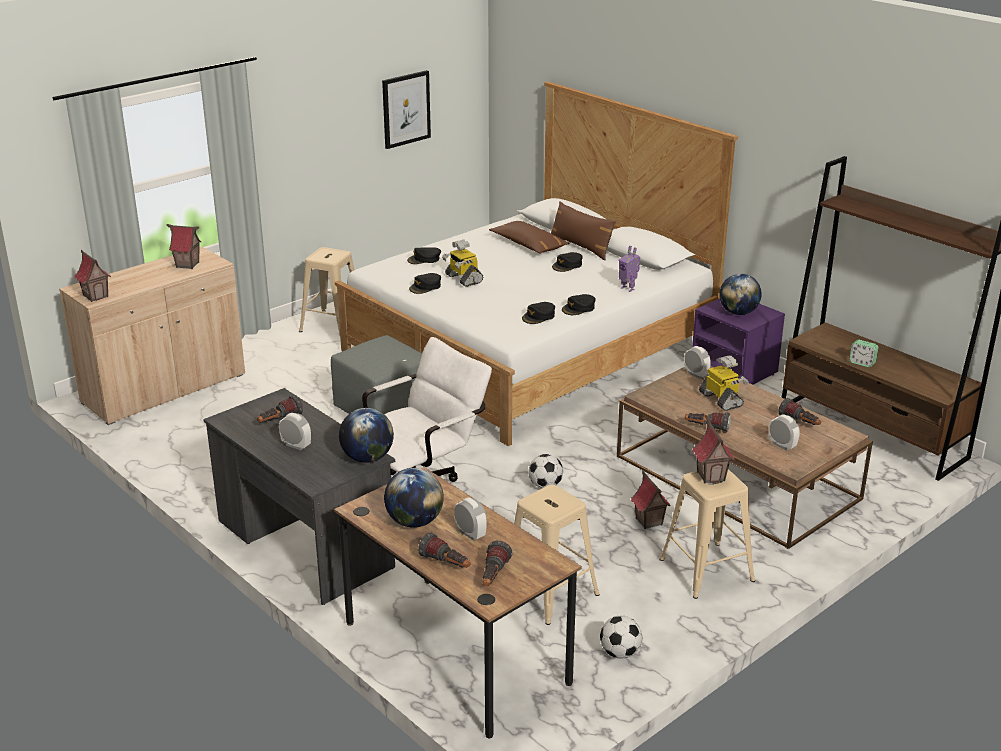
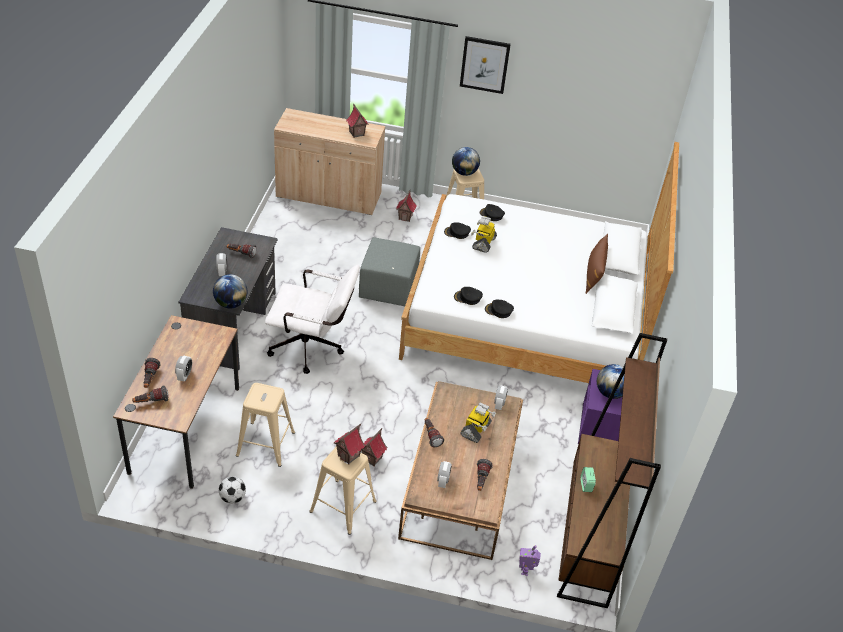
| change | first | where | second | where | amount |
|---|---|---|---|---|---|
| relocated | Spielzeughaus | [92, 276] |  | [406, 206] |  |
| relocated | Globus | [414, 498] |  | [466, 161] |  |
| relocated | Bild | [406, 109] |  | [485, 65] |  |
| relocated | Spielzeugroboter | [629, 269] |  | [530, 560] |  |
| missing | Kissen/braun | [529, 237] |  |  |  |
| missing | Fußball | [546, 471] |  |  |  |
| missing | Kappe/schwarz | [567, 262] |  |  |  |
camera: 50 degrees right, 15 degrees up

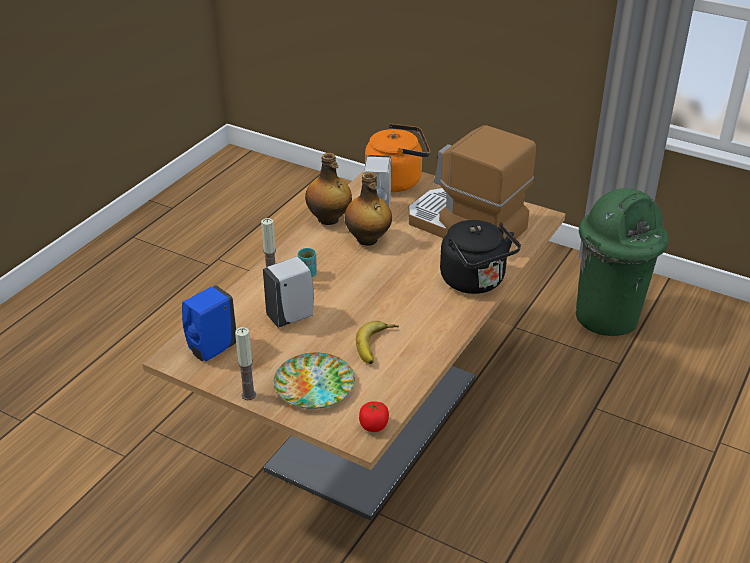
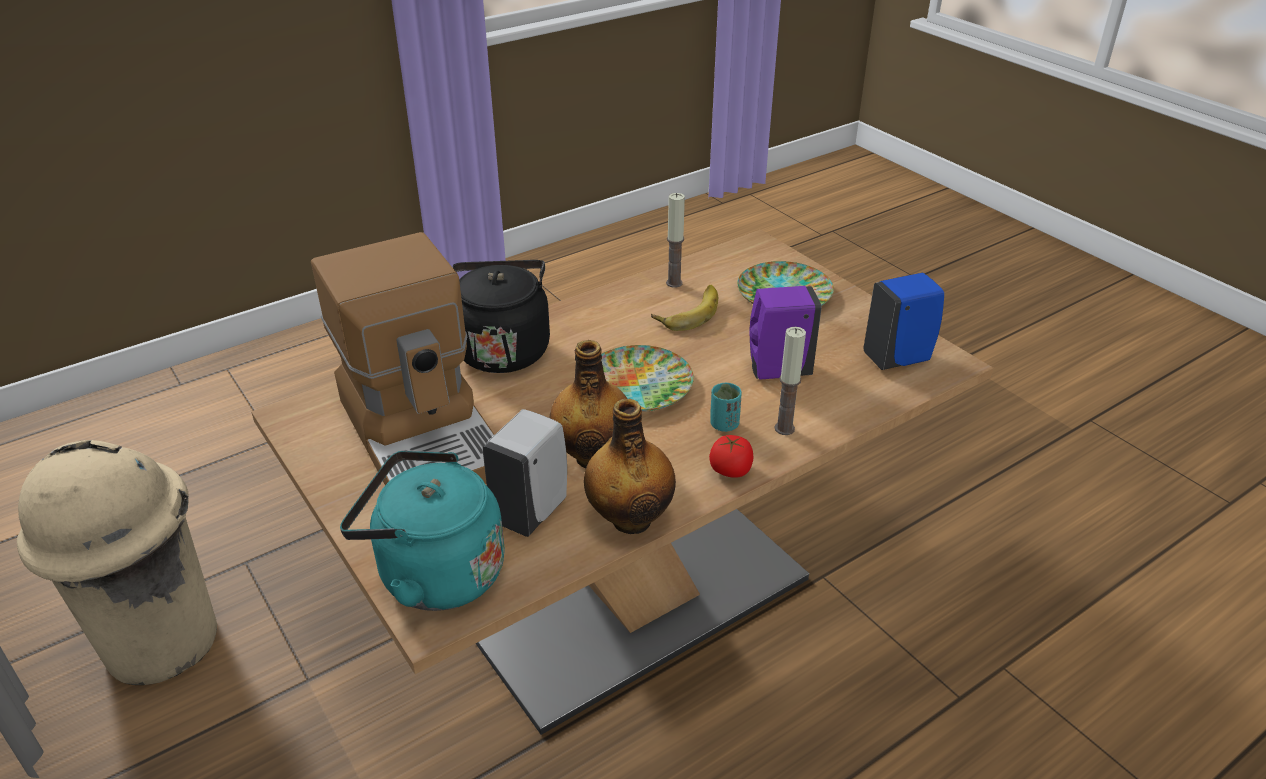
| change | first | where | second | where | amount |
|---|---|---|---|---|---|
| colour | Mülleimer/grün | [622, 262] | Mülleimer/beige | [117, 562] |  |
| colour | Wasserkessel/orange | [397, 158] | Wasserkessel/türkis | [422, 531] |  |
| appeared |  |  | Teller | [647, 378] |  |
| relocated | Kerze | [245, 363] |  | [675, 240] |  |
| relocated | Tomate | [374, 416] |  | [731, 456] |  |
| colour | Seifenspender/weiß | [288, 292] | Seifenspender/lila | [785, 333] |  |
camera: 155 degrees left, 0 degrees up

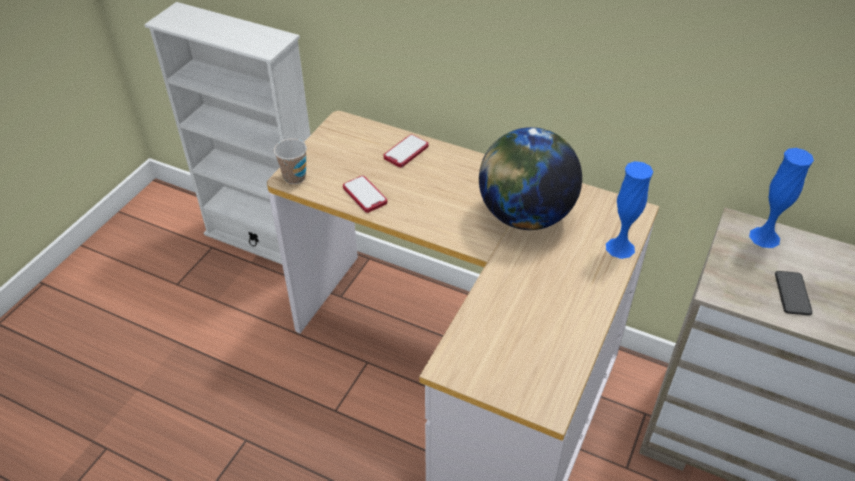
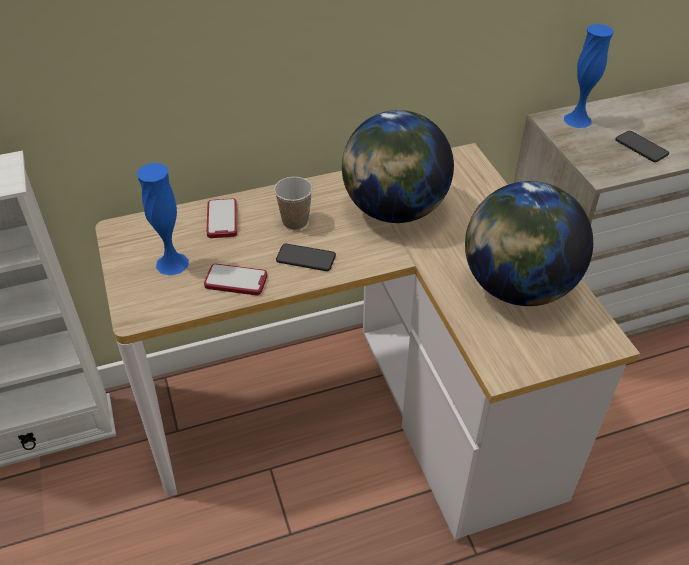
| change | first | where | second | where | amount |
|---|---|---|---|---|---|
| relocated | Vase/blau | [629, 210] |  | [163, 219] |  |
| relocated | Tasse | [290, 161] |  | [293, 203] |  |
| appeared |  |  | Handy | [306, 257] |  |
| appeared |  |  | Globus | [529, 243] |  |
camera: 45 degrees left, 0 degrees up

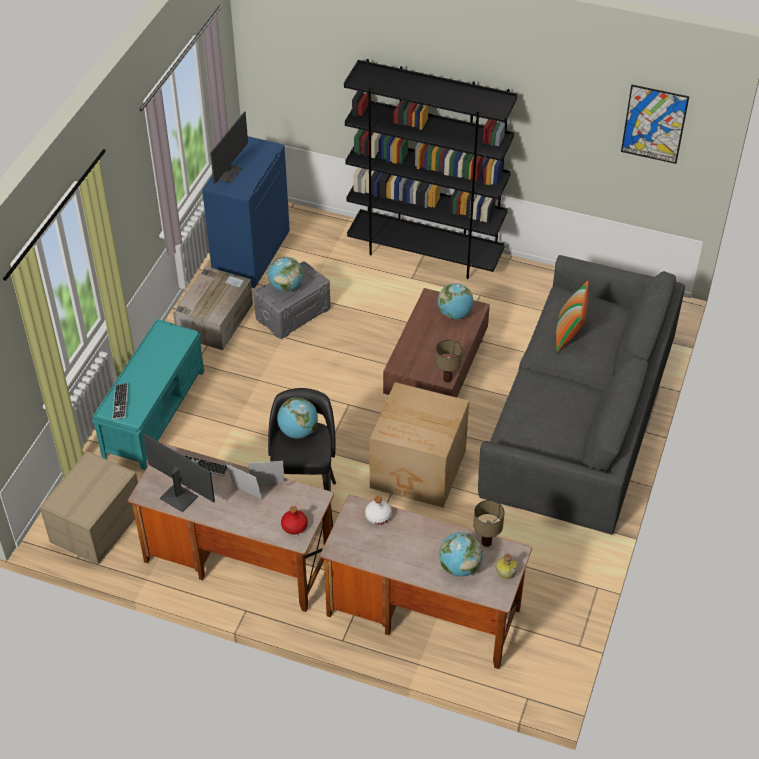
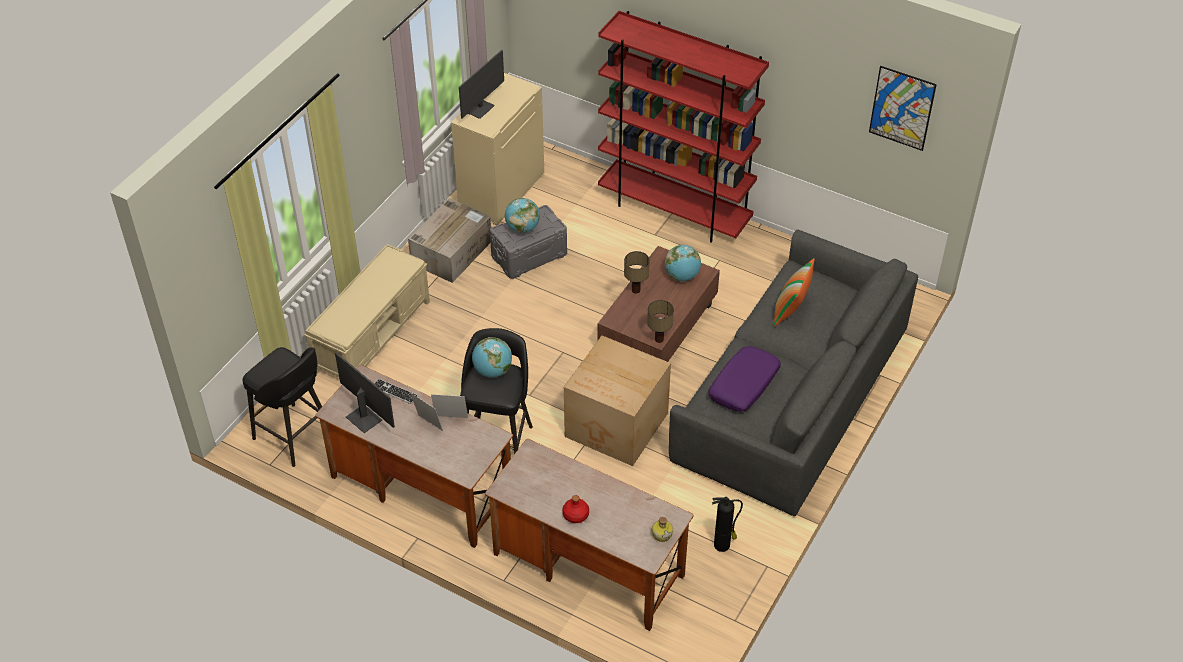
| change | first | where | second | where | amount |
|---|---|---|---|---|---|
| exchanged | Karton | [89, 508] | Hocker/schwarz | [282, 407] |  |
| colour | Bank/türkis | [148, 394] | Bank/beige | [367, 310] |  |
| colour | Schrank/blau | [246, 212] | Schrank/beige | [497, 149] |  |
| relocated | Flasche/rot | [294, 520] |  | [575, 509] |  |
| colour | Bücherregal/schwarz | [431, 169] | Bücherregal/rot | [683, 127] |  |
| relocated | Tischlampe | [489, 523] |  | [637, 272] |  |
| appeared |  |  | Kissen/lila | [744, 379] |  |
| appeared |  |  | Feuerlöscher | [727, 524] |  |
| missing | Tastatur | [120, 401] |  |  |  |
| missing | Flasche/weiß | [378, 510] |  |  |  |
| missing | Globus | [461, 554] |  |  |  |
camera: 10 degrees right, 0 degrees up

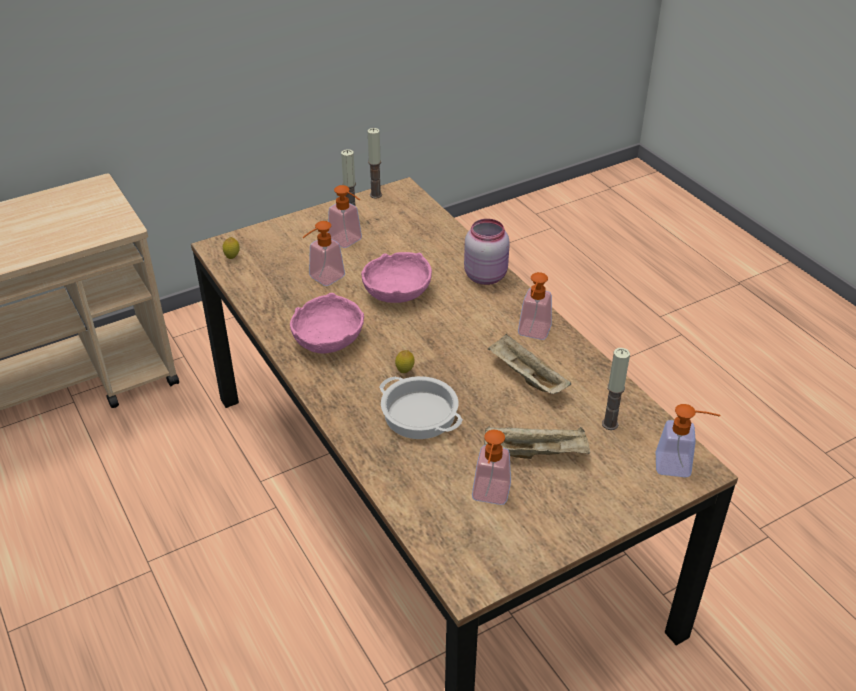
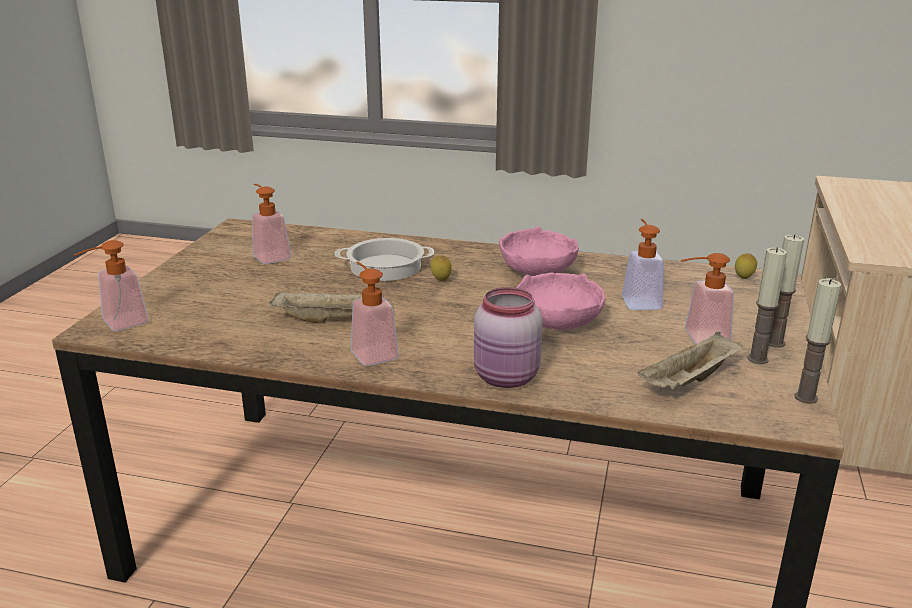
| change | first | where | second | where | amount |
|---|---|---|---|---|---|
| relocated | Tablett/beige | [537, 442] |  | [690, 361] |  |
| relocated | Kerze | [616, 389] |  | [786, 291] |  |
camera: 135 degrees right, 15 degrees down

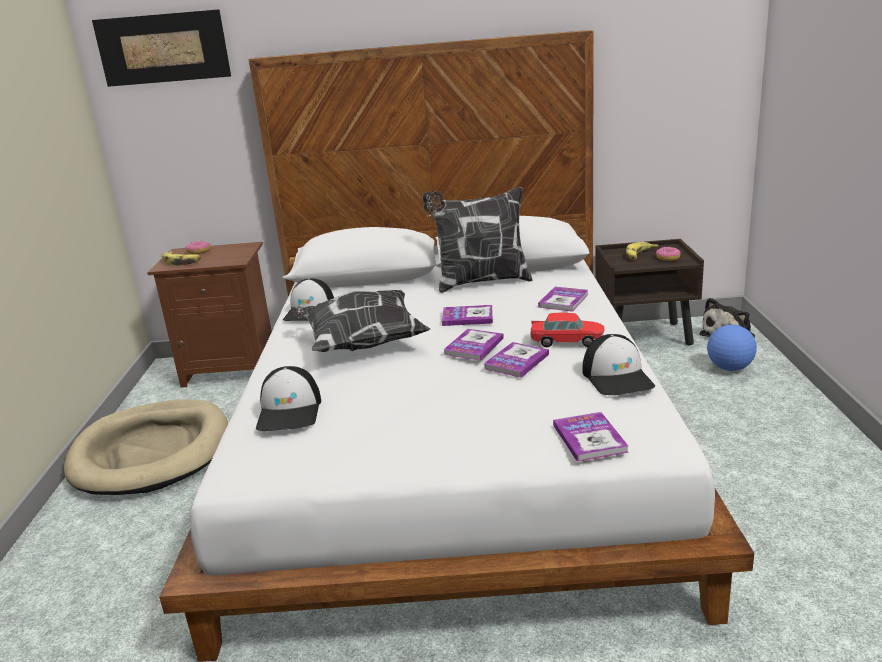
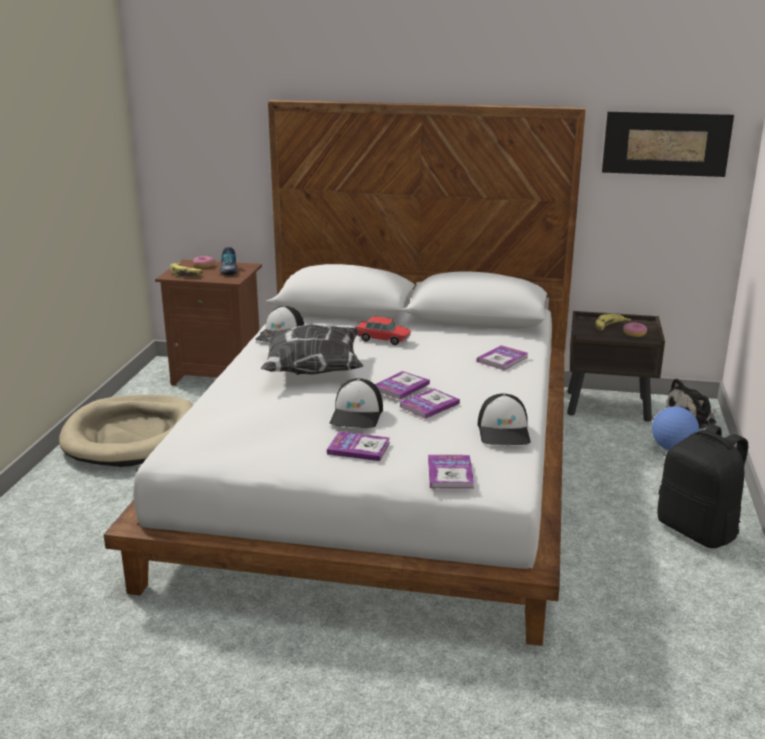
| change | first | where | second | where | amount |
|---|---|---|---|---|---|
| appeared |  |  | Schuh | [229, 261] |  |
| relocated | Buch | [467, 315] |  | [358, 446] |  |
| relocated | Kappe | [288, 398] |  | [356, 403] |  |
| relocated | Spielzeugauto | [567, 330] |  | [383, 331] |  |
| relocated | Bild | [161, 48] |  | [668, 144] |  |
| appeared |  |  | Rucksack/schwarz | [702, 486] |  |
| missing | Kissen | [477, 240] |  |  |  |
camera: 10 degrees right, 0 degrees up

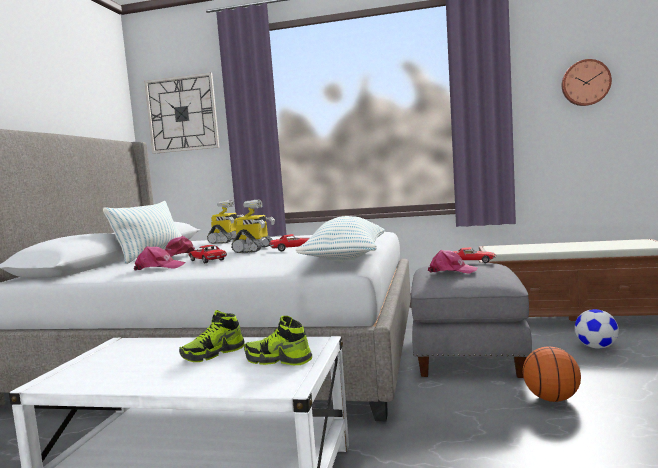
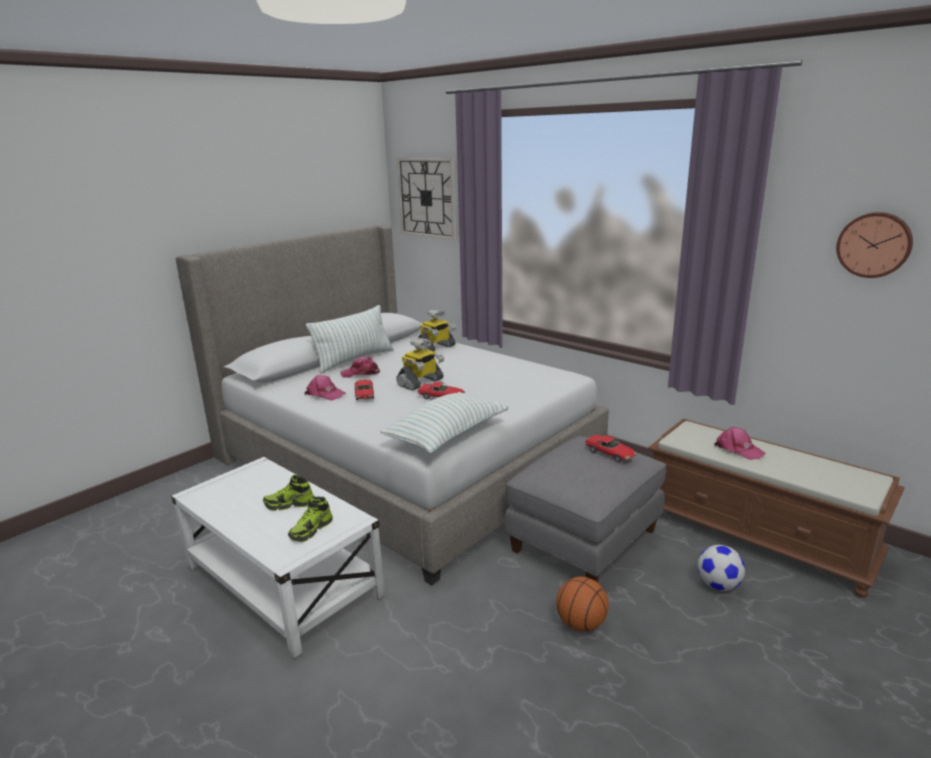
| change | first | where | second | where | amount |
|---|---|---|---|---|---|
| spun | Schuh | [278, 340] |  | [310, 519] | 105 degrees counterclockwise |
| relocated | Kappe/rosa | [453, 262] |  | [740, 443] |  |
camera: 30 degrees right, 15 degrees up

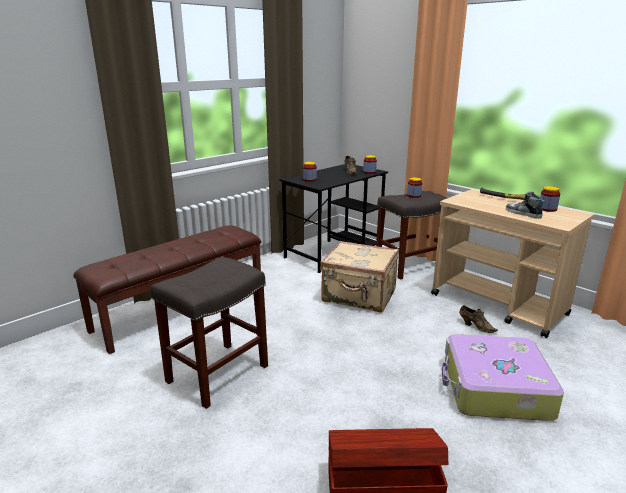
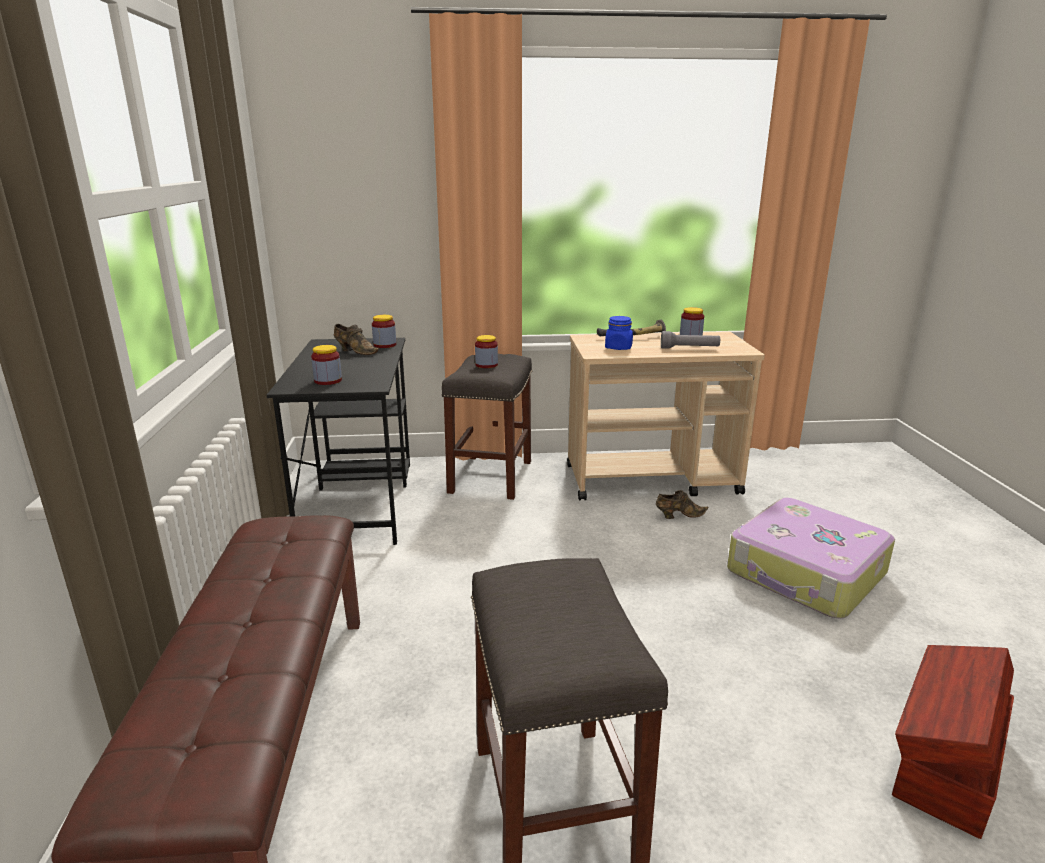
| change | first | where | second | where | amount |
|---|---|---|---|---|---|
| appeared |  |  | Vorratsglas/blau | [619, 333] |  |
| exchanged | Schuh | [525, 205] | Taschenlampe/grau | [690, 340] |  |
| missing | Koffer/beige | [359, 277] |  |  |  |
camera: 50 degrees left, 0 degrees up

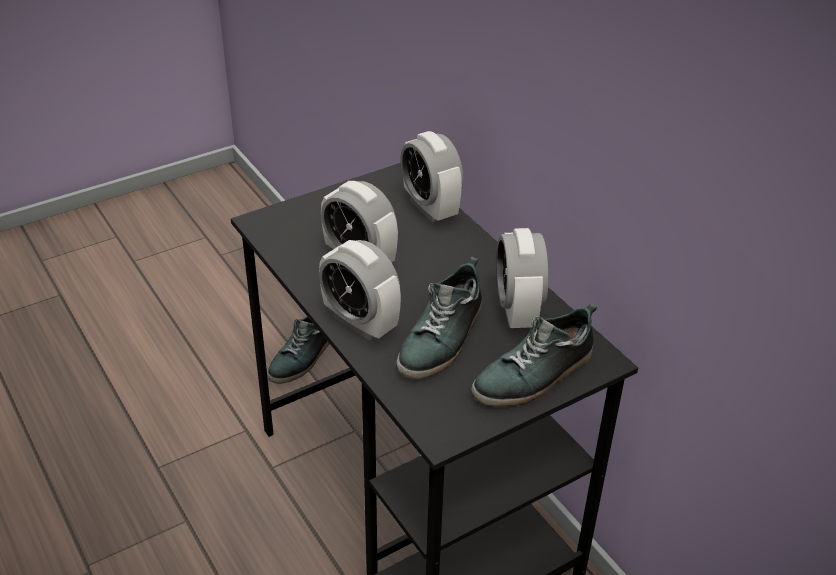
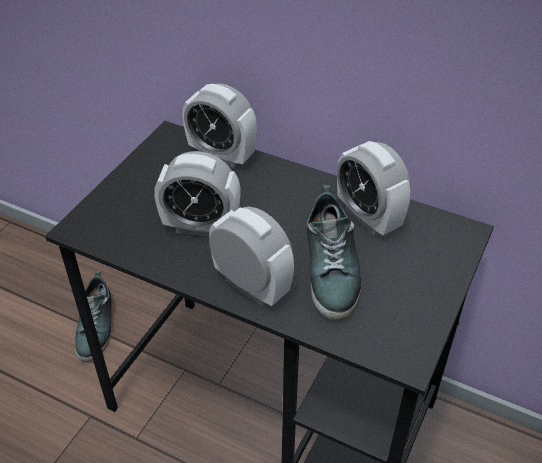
| change | first | where | second | where | amount |
|---|---|---|---|---|---|
| spun | Wecker | [360, 290] |  | [251, 256] | 150 degrees counterclockwise |
| missing | Schuh | [534, 354] |  |  |  |
camera: 30 degrees left, 5 degrees up

